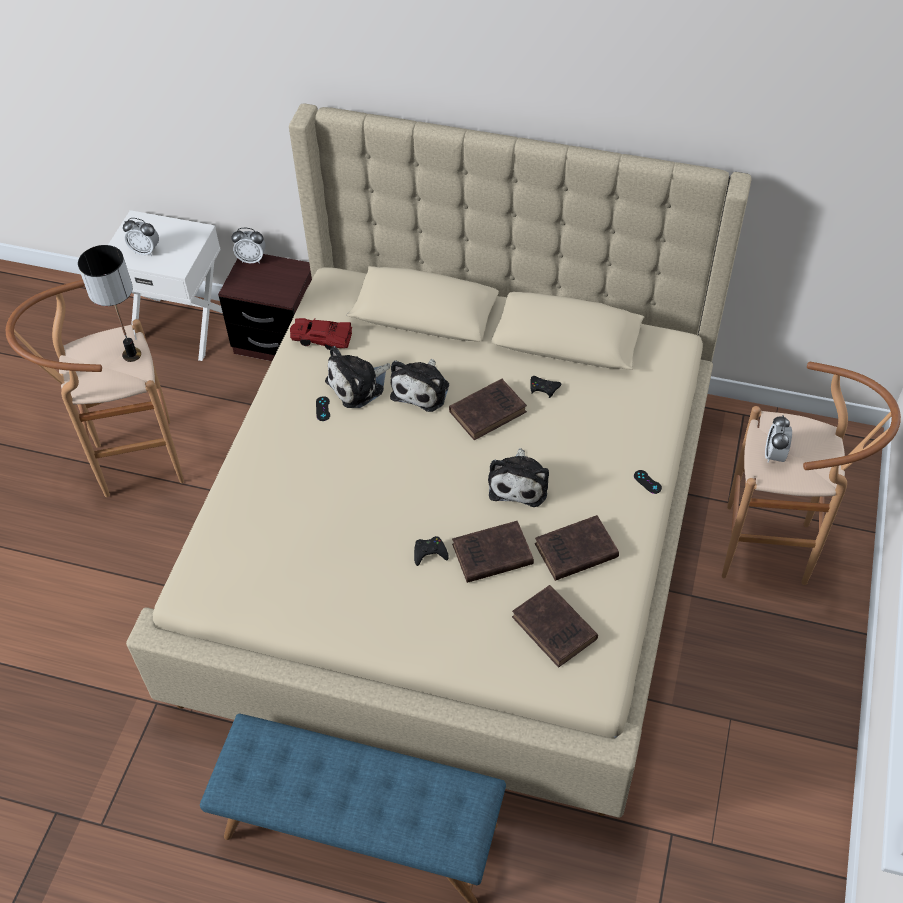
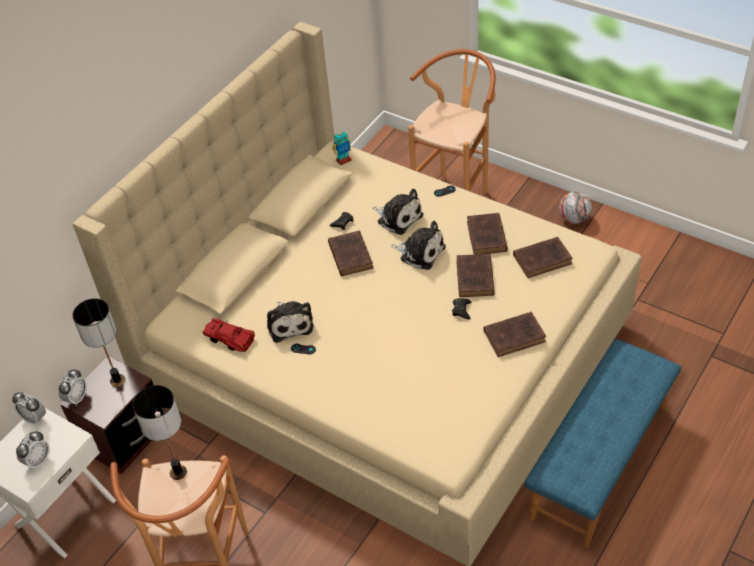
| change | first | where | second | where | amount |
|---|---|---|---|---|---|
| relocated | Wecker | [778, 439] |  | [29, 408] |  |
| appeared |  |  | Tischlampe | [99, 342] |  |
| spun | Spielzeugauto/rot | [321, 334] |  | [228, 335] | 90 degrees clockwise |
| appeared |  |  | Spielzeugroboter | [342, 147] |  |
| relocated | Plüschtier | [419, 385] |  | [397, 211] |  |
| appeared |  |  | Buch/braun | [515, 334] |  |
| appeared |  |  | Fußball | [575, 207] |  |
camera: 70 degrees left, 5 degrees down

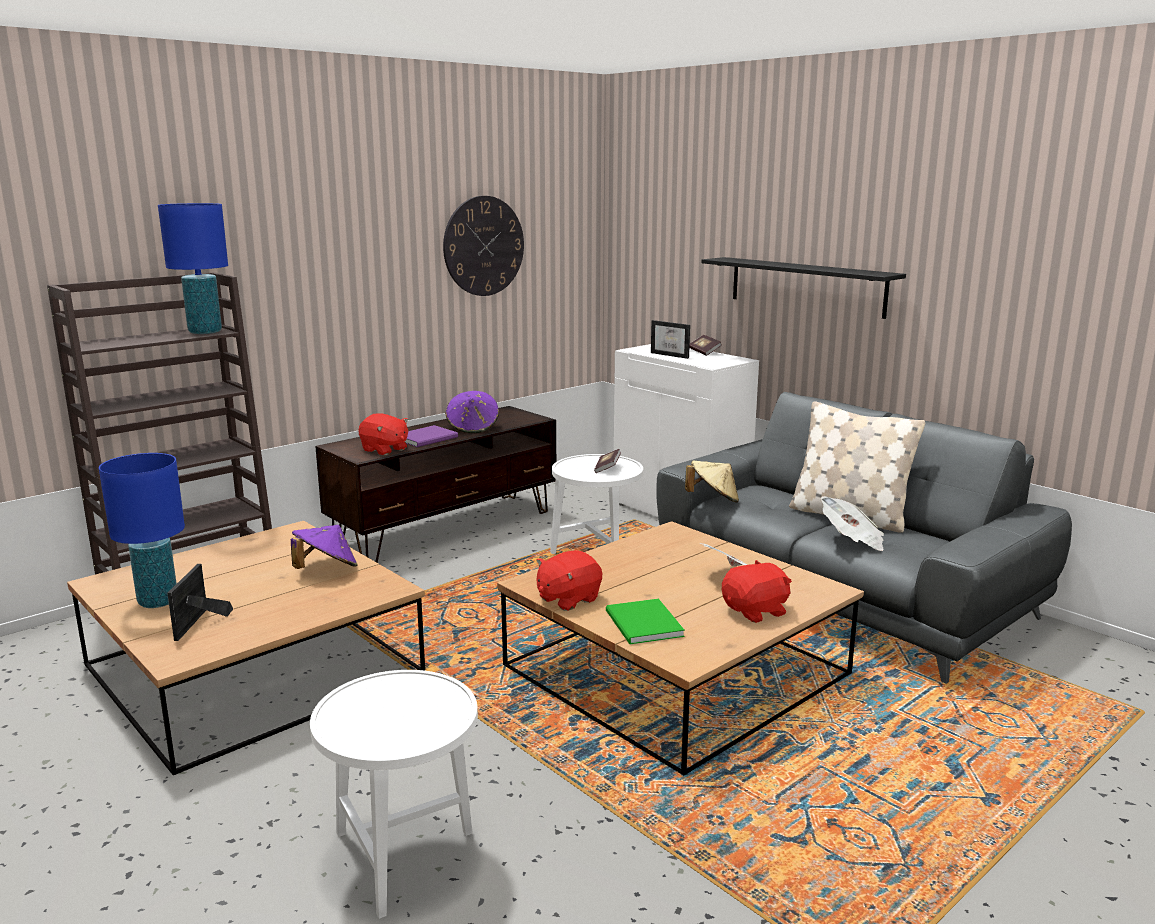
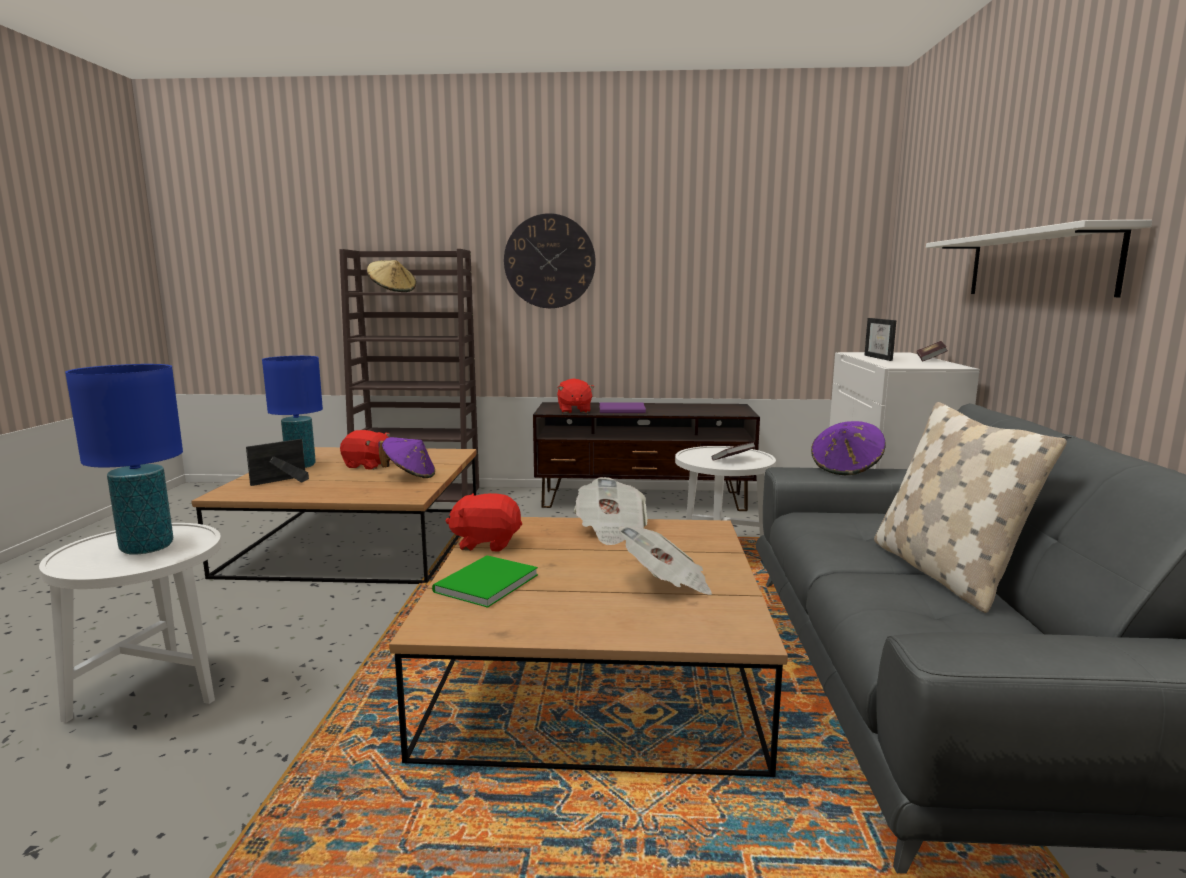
| change | first | where | second | where | amount |
|---|---|---|---|---|---|
| relocated | Tischlampe/blau | [193, 268] |  | [124, 459] |  |
| relocated | Plüschtier/rot | [757, 591] |  | [365, 450] |  |
| relocated | Hut/beige | [712, 482] |  | [391, 276] |  |
| relocated | Wanduhr | [483, 246] |  | [550, 260] |  |
| relocated | Zeitung | [852, 523] |  | [610, 511] |  |
| relocated | Hut/lila | [472, 412] |  | [848, 448] |  |
| colour | Wandregal/schwarz | [803, 288] | Wandregal/weiß | [1039, 258] |  |
camera: 45 degrees right, 5 degrees down

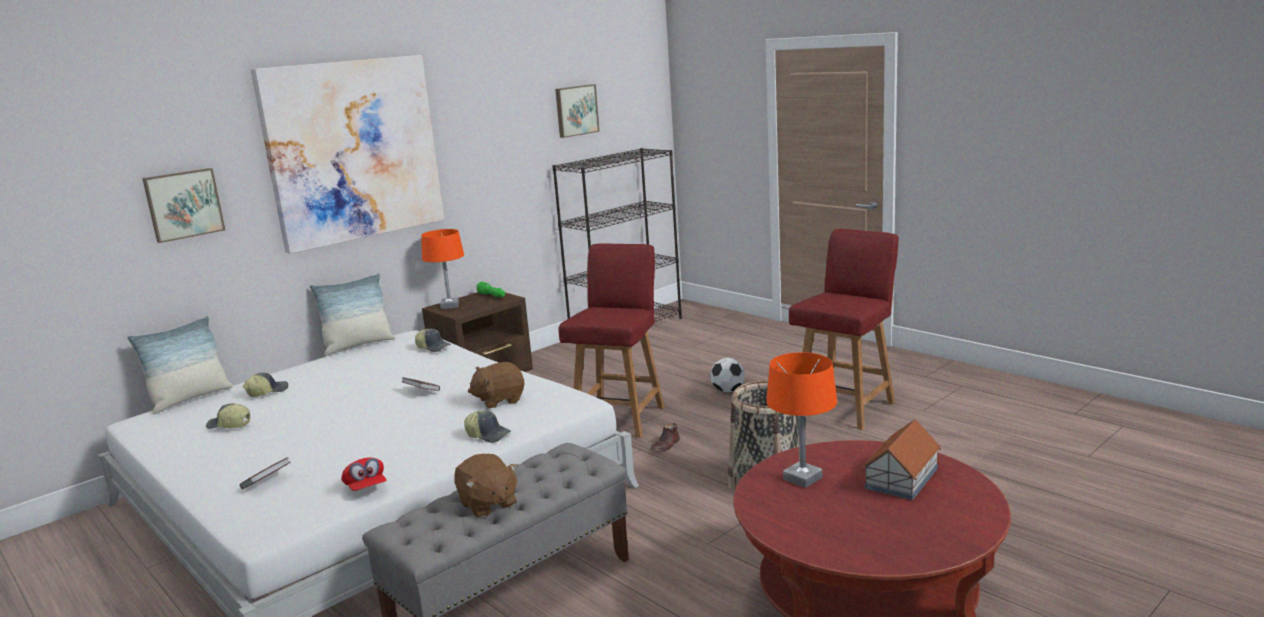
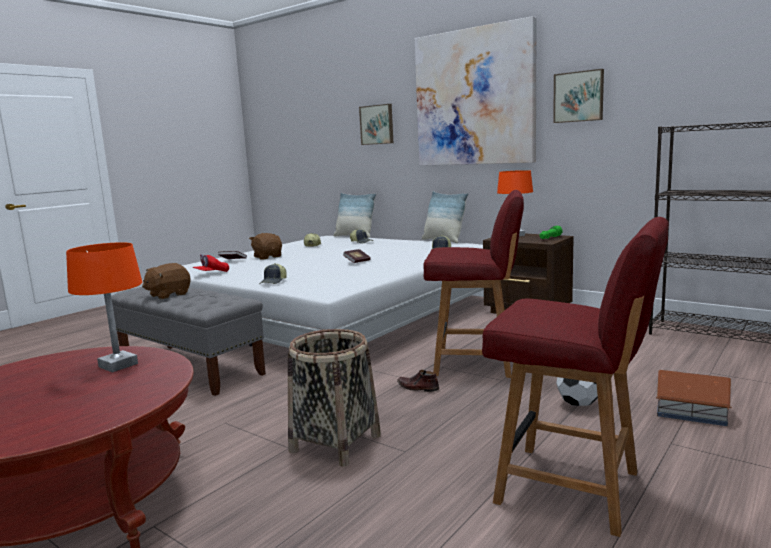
| change | first | where | second | where | amount |
|---|---|---|---|---|---|
| relocated | Plüschtier/braun | [496, 385] |  | [265, 246] |  |
| relocated | Bild | [577, 111] |  | [578, 96] |  |
| relocated | Spielzeughaus | [901, 459] |  | [694, 398] |  |
camera: 80 degrees right, 5 degrees down

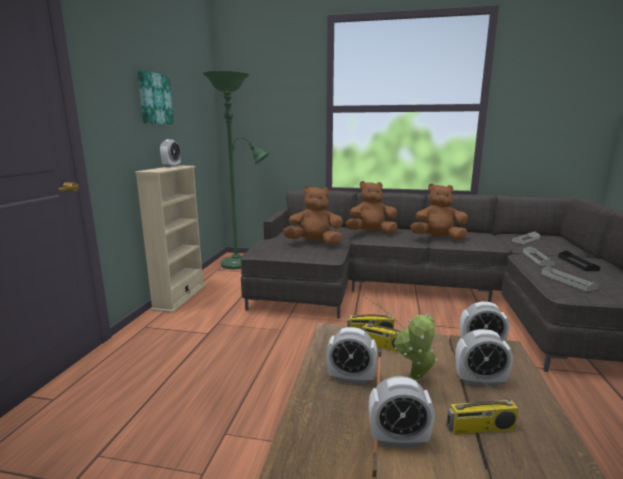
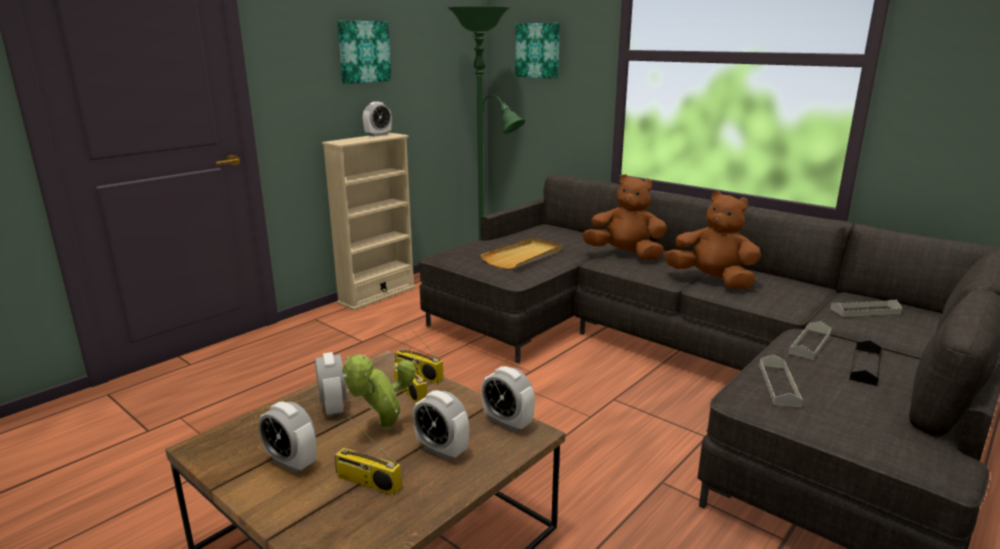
| change | first | where | second | where | amount |
|---|---|---|---|---|---|
| spun | Wecker | [351, 356] |  | [330, 384] | 150 degrees counterclockwise |
| exchanged | Plüschtier/braun | [313, 215] | Tablett/beige | [521, 253] |  |
| appeared |  |  | Bild | [537, 51] |  |
camera: 30 degrees right, 5 degrees up

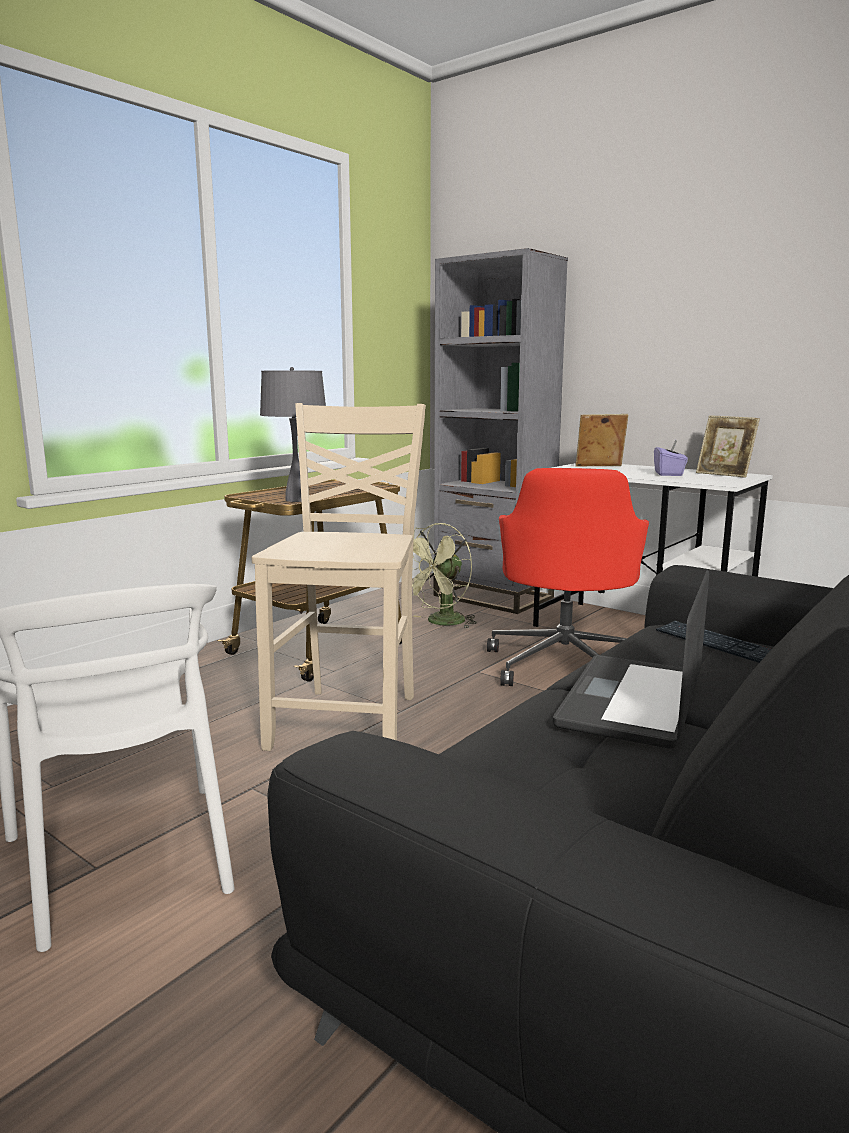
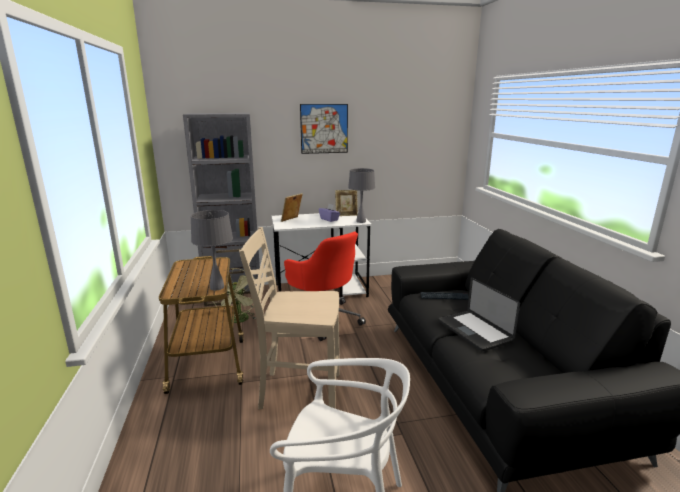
| change | first | where | second | where | amount |
|---|---|---|---|---|---|
| spun | Stuhl/beige | [339, 577] |  | [289, 318] | 45 degrees counterclockwise |
| appeared |  |  | Bild | [324, 129] |  |
| appeared |  |  | Tischlampe/grau | [361, 195] |  |
camera: 50 degrees left, 5 degrees up

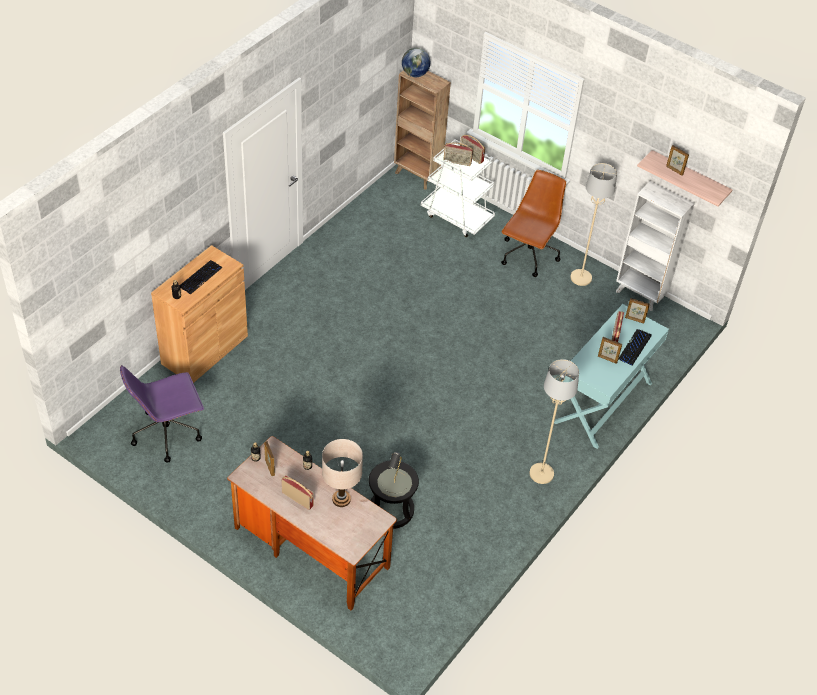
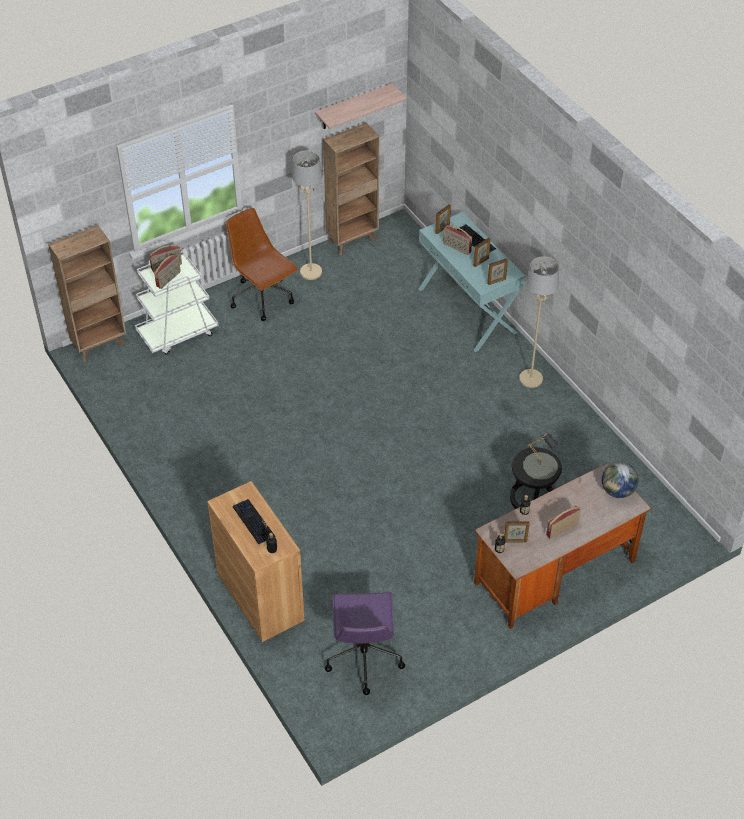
| change | first | where | second | where | amount |
|---|---|---|---|---|---|
| colour | Bücherregal/weiß | [655, 246] | Bücherregal/braun | [351, 189] |  |
| relocated | Bilderrahmen | [677, 160] |  | [497, 271] |  |
| relocated | Globus | [416, 62] |  | [620, 480] |  |
| missing | Tischlampe/beige | [342, 473] |  |  |  |
camera: 65 degrees left, 0 degrees up

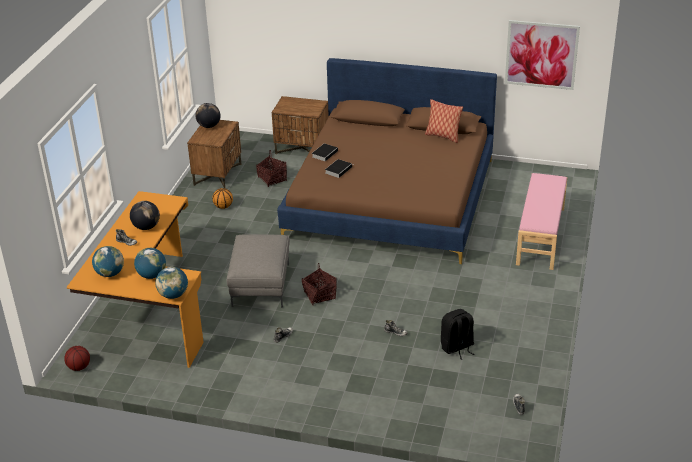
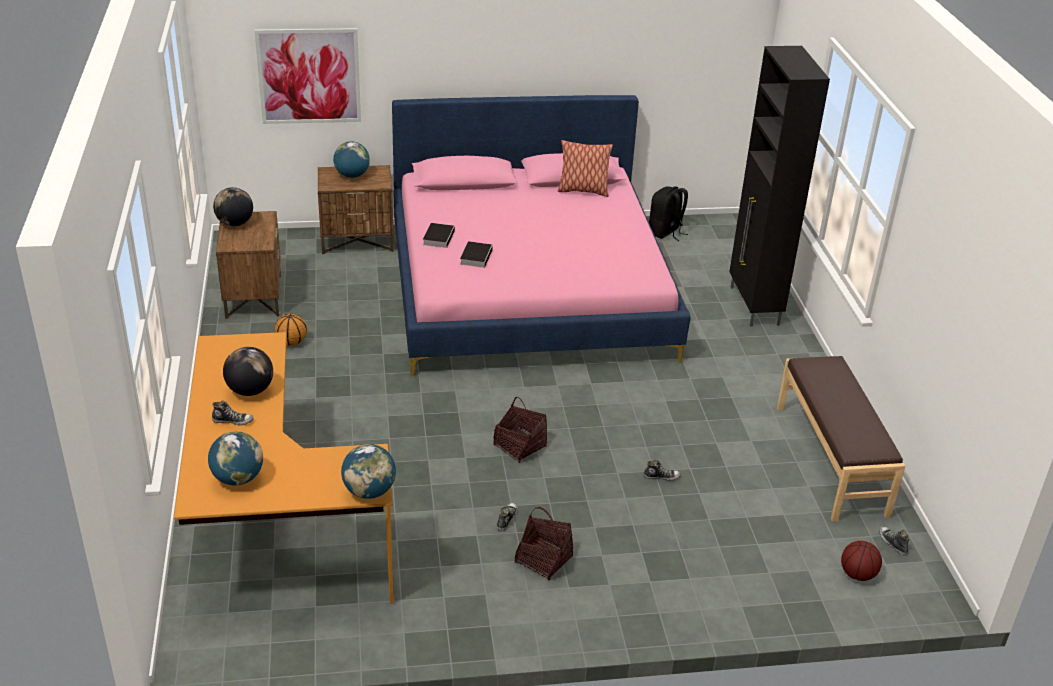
| change | first | where | second | where | amount |
|---|---|---|---|---|---|
| relocated | Bild | [542, 55] |  | [307, 76] |  |
| relocated | Globus | [150, 263] |  | [351, 159] |  |
| colour | Bett/braun | [387, 161] | Bett/rosa | [541, 235] |  |
| relocated | Korb | [271, 168] |  | [544, 544] |  |
| relocated | Rucksack/schwarz | [458, 334] |  | [668, 213] |  |
| exchanged | Bank/rosa | [541, 221] | Schrank/schwarz | [779, 186] |  |
| appeared |  |  | Bank/braun | [841, 439] |  |
| relocated | Basketball | [77, 358] |  | [861, 561] |  |
| missing | Polsterhocker/grau | [258, 271] |  |  |  |
camera: 25 degrees left, 0 degrees up

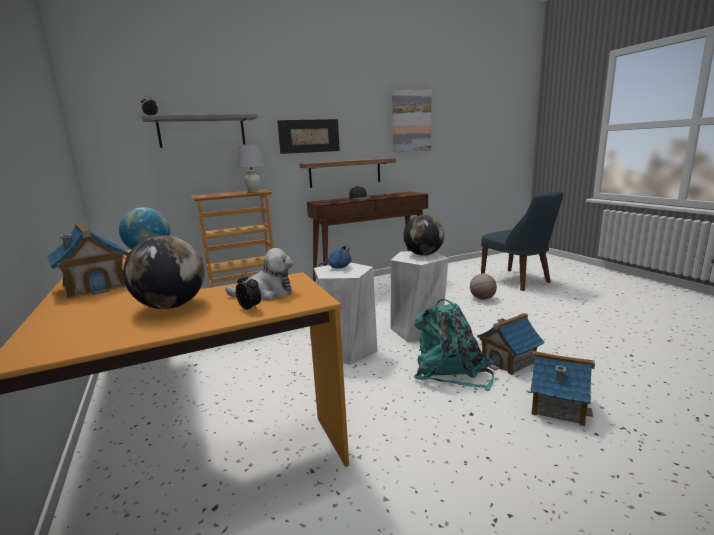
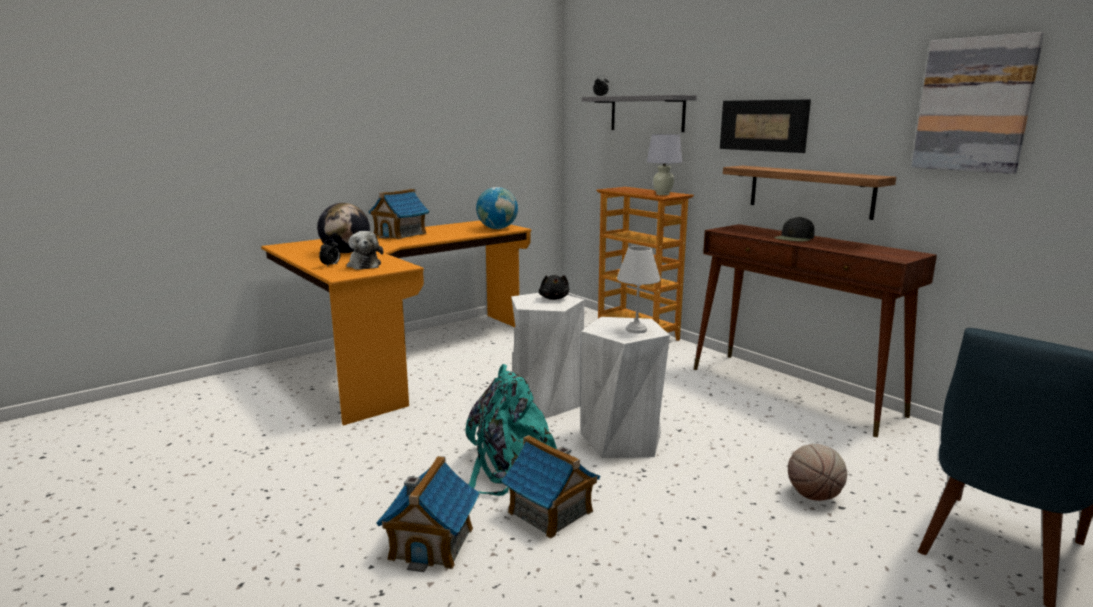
| change | first | where | second | where | amount |
|---|---|---|---|---|---|
| colour | Plüschtier/blau | [334, 257] | Plüschtier/schwarz | [554, 287] |  |
| exchanged | Globus | [423, 235] | Tischlampe/weiß | [639, 290] |  |
camera: 75 degrees right, 0 degrees up

